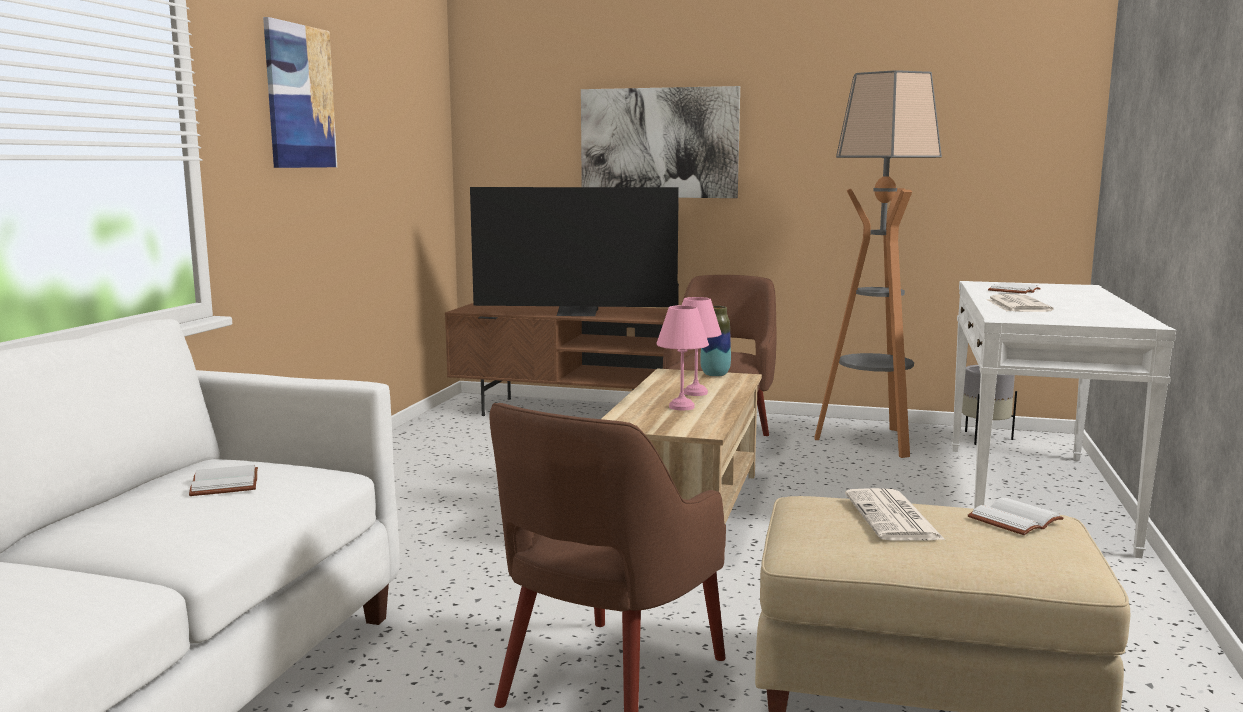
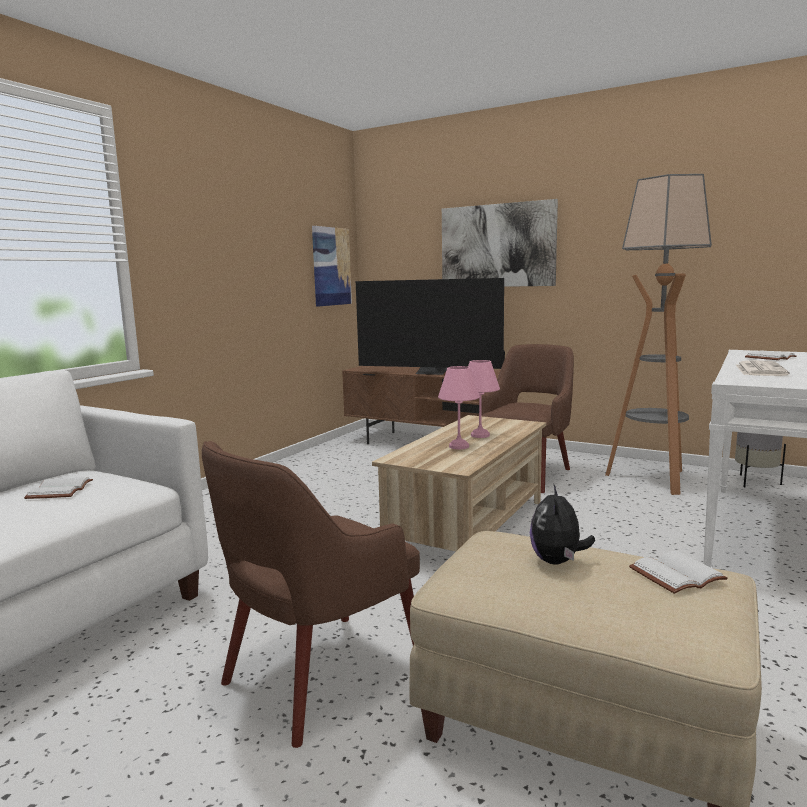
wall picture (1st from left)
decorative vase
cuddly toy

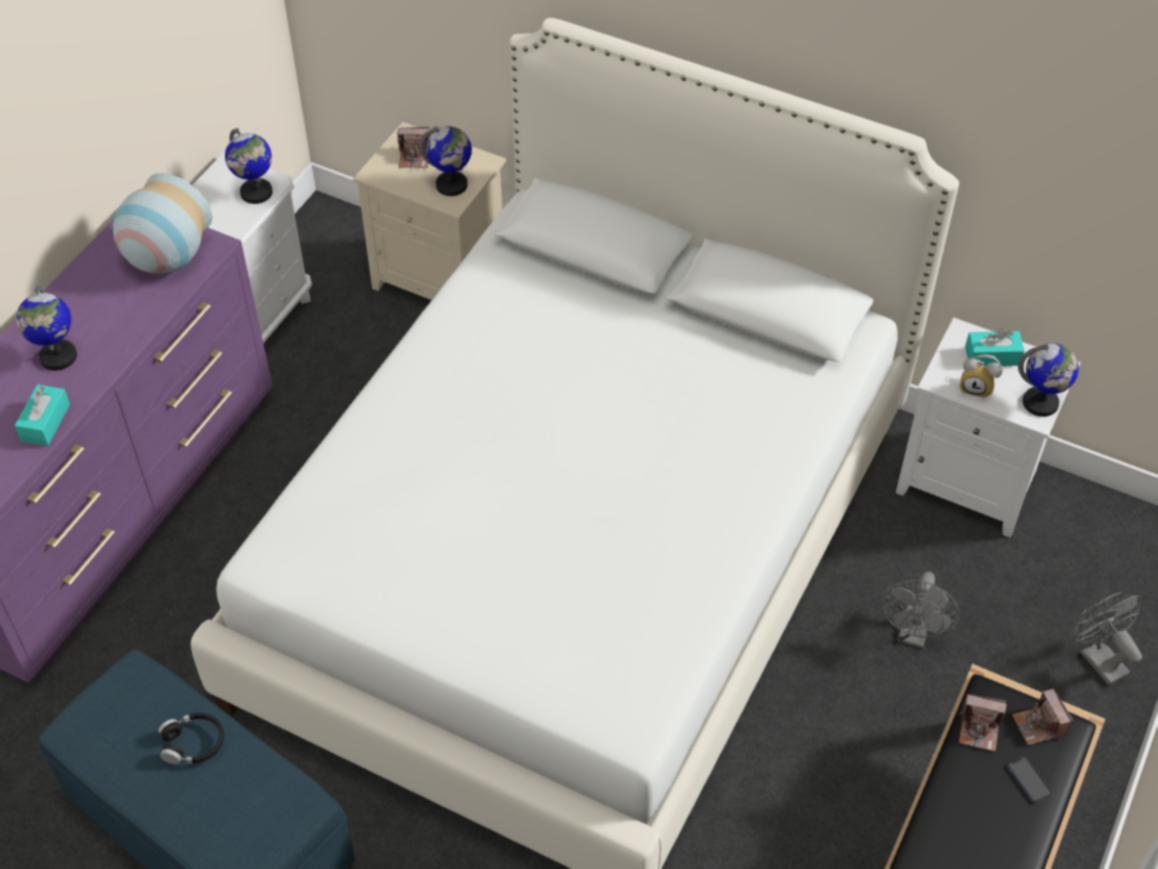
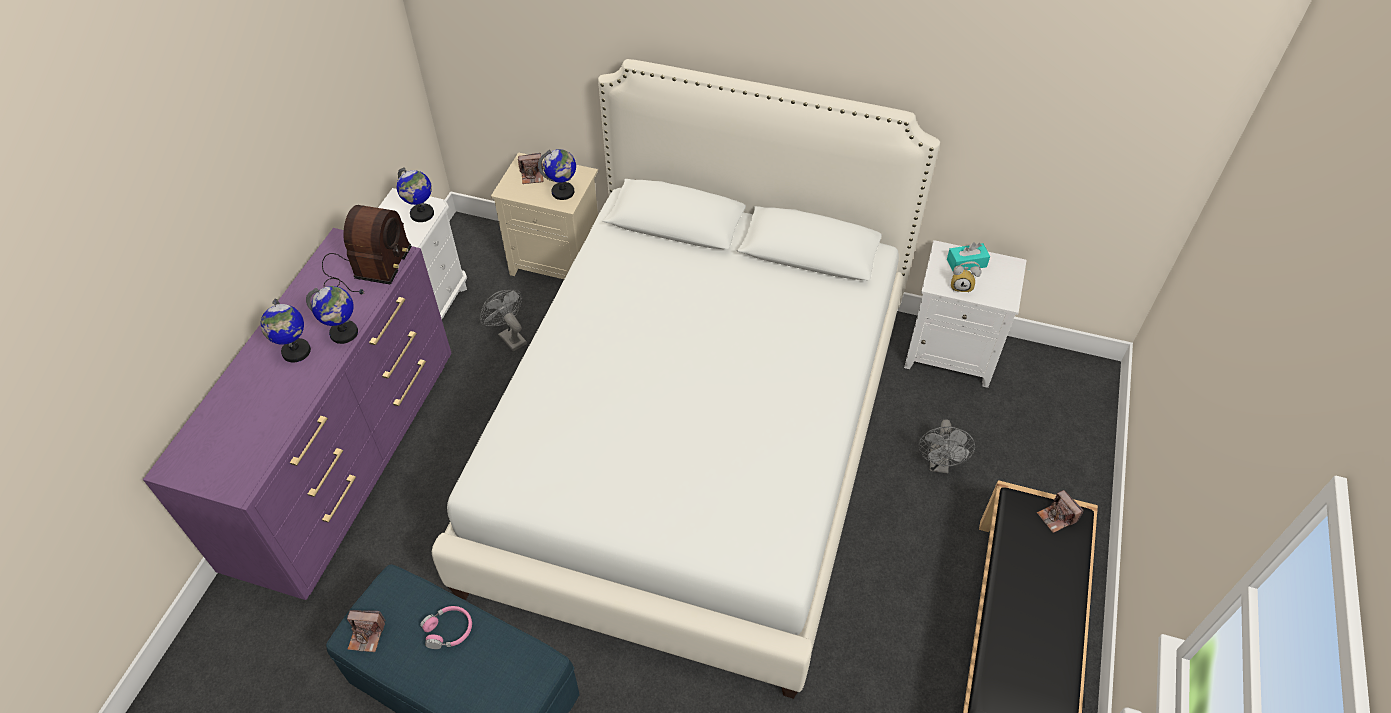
blue-green tissue box (1st from left in the first image)
radio receiver
pinkish pair of headphones
still camera (1st from left)
handset
desk globe (2nd from left)
gray fan (1st from left)

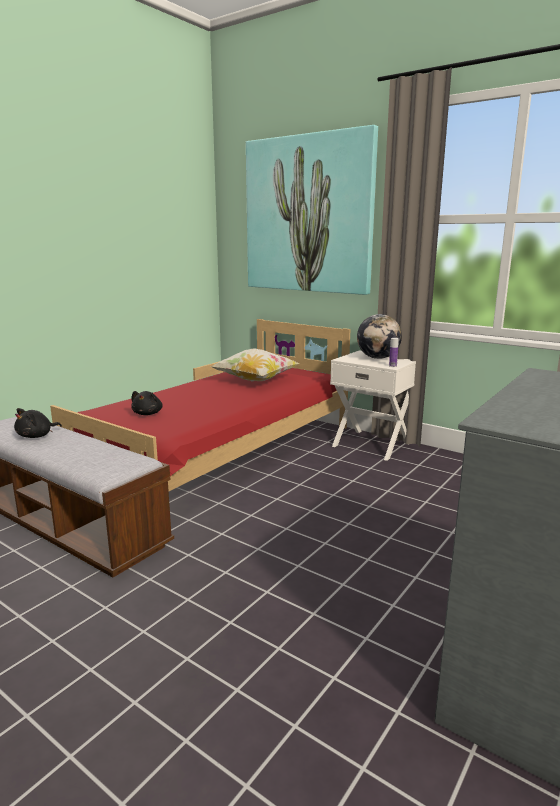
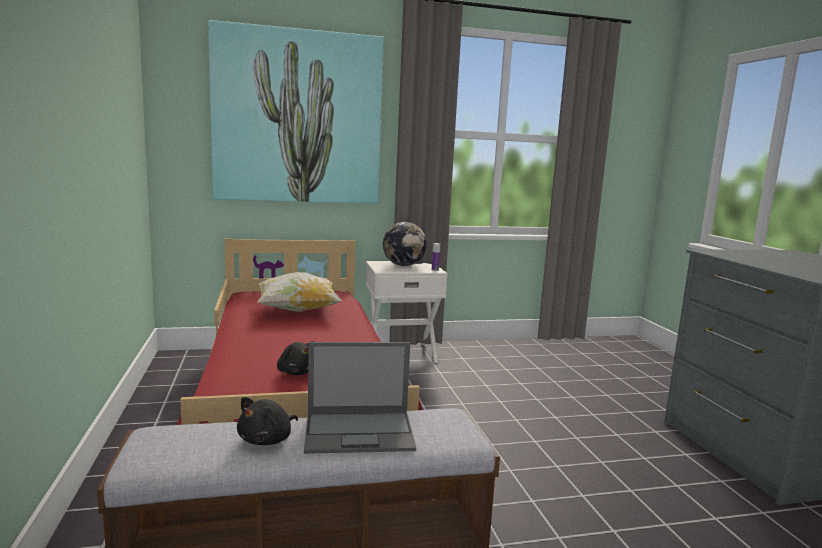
black-coloured cuddly toy (1st from left)
laptop

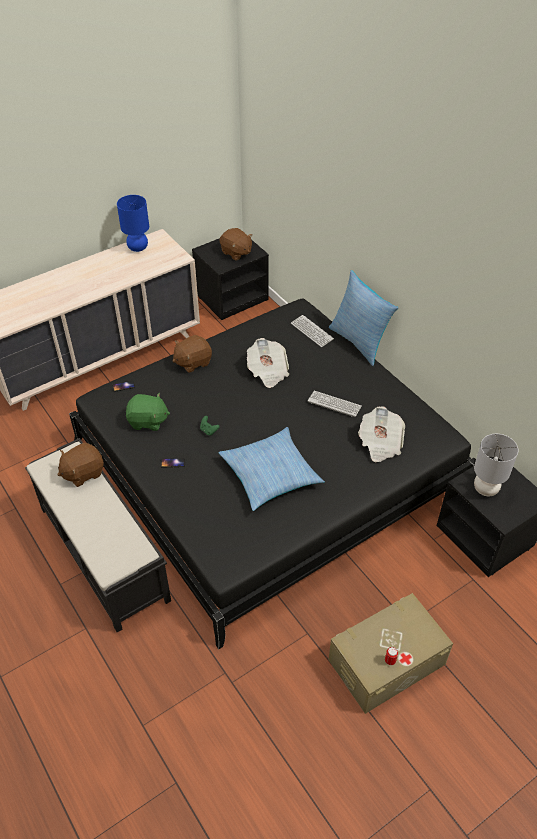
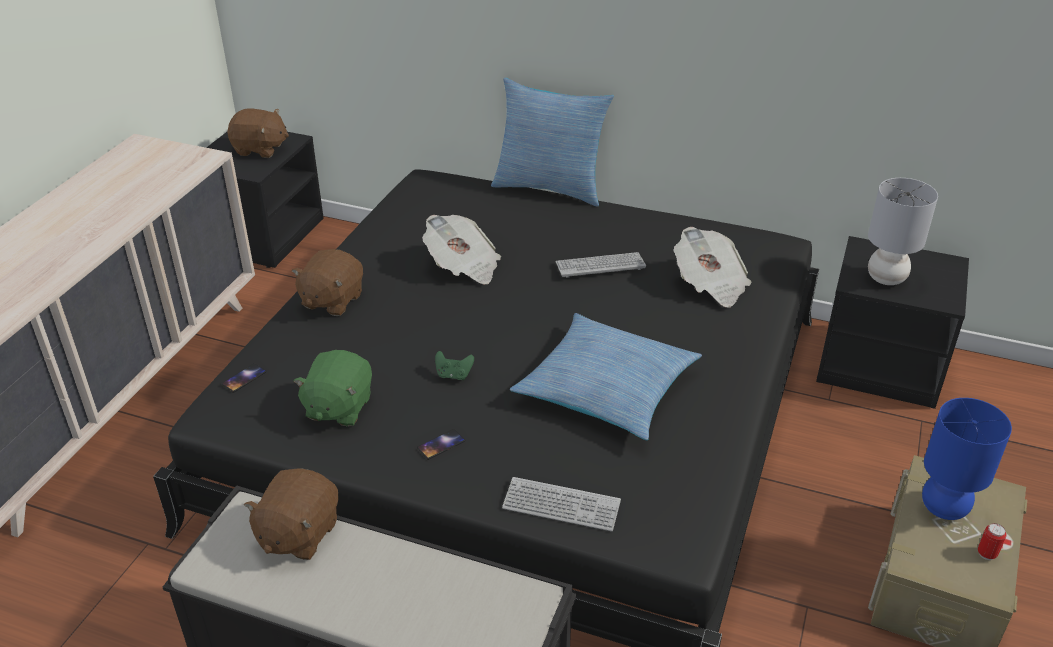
blue-coloured tabletop lamp
green cuddly toy
keyboard (1st from left)

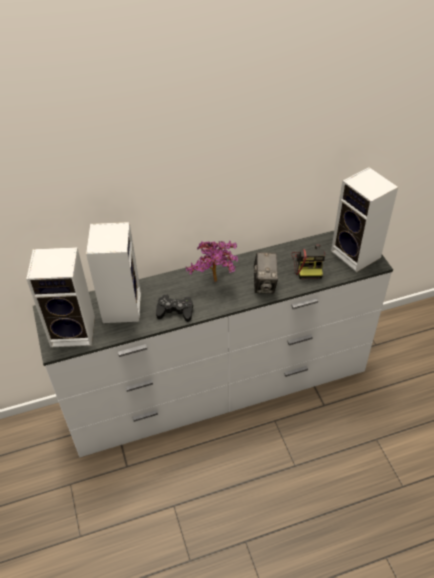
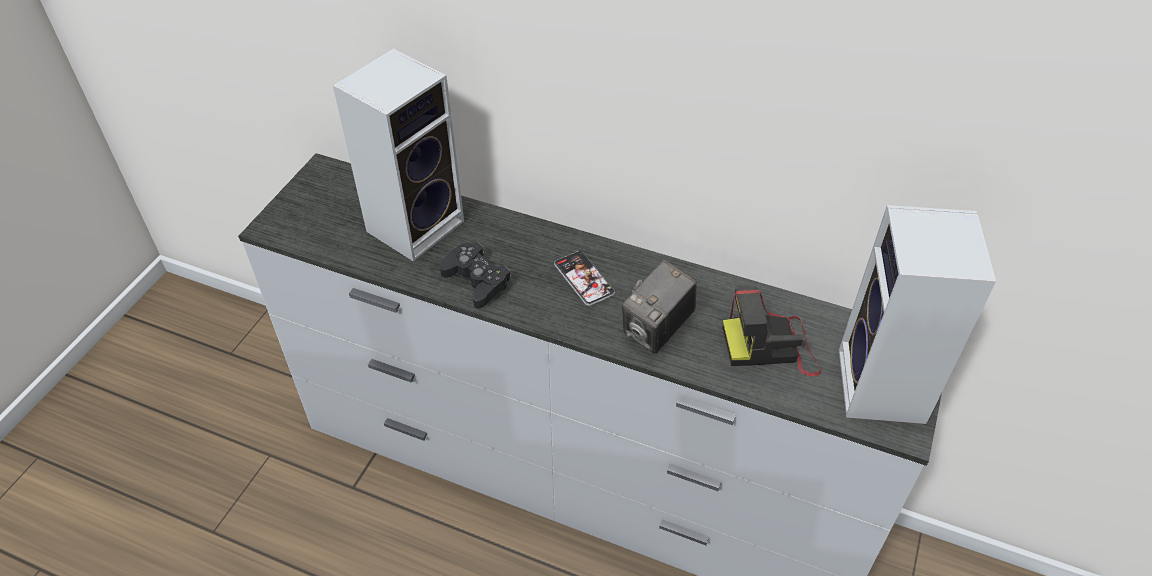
speaker (1st from left in the first image)
handset
still camera (2nd from left)

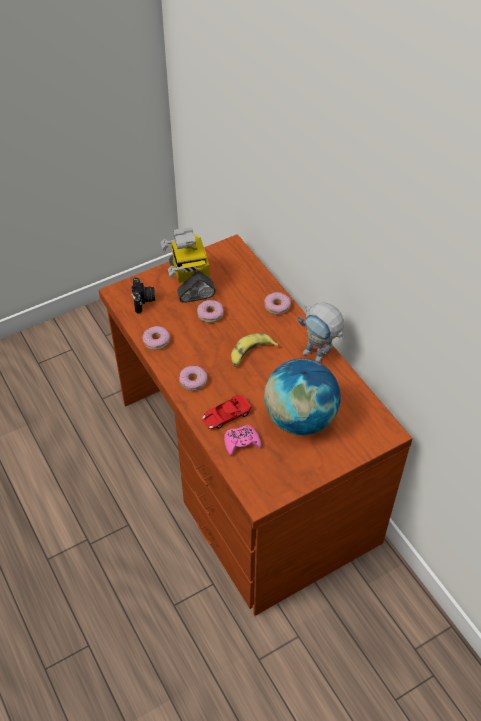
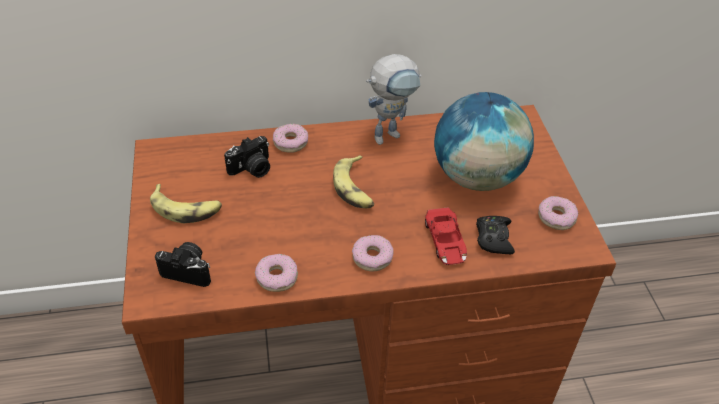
banana (1st from left)
donut (4th from left)
black-coloured gamepad
still camera (2nd from left)

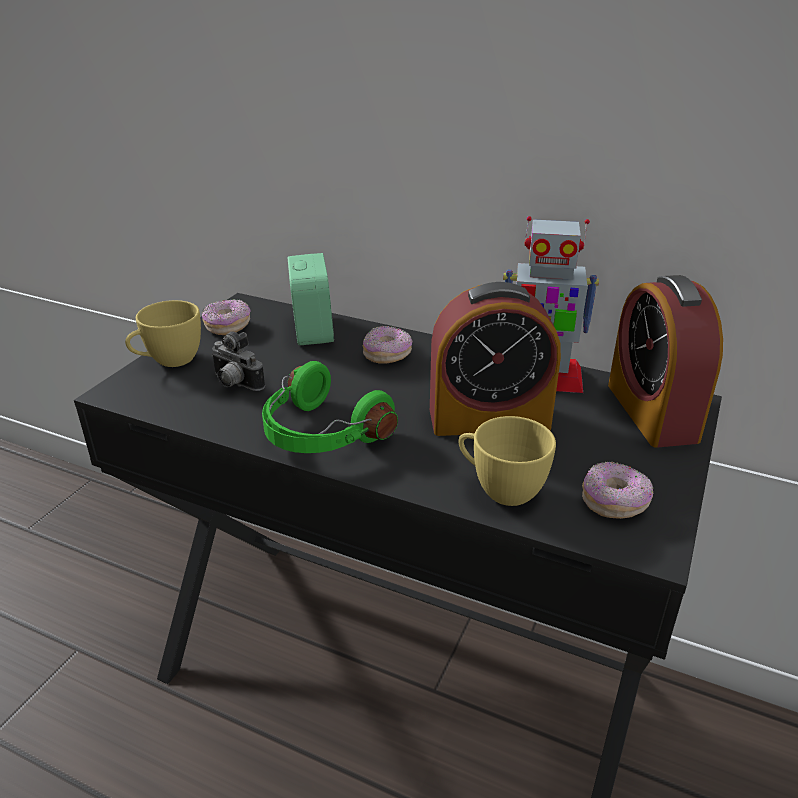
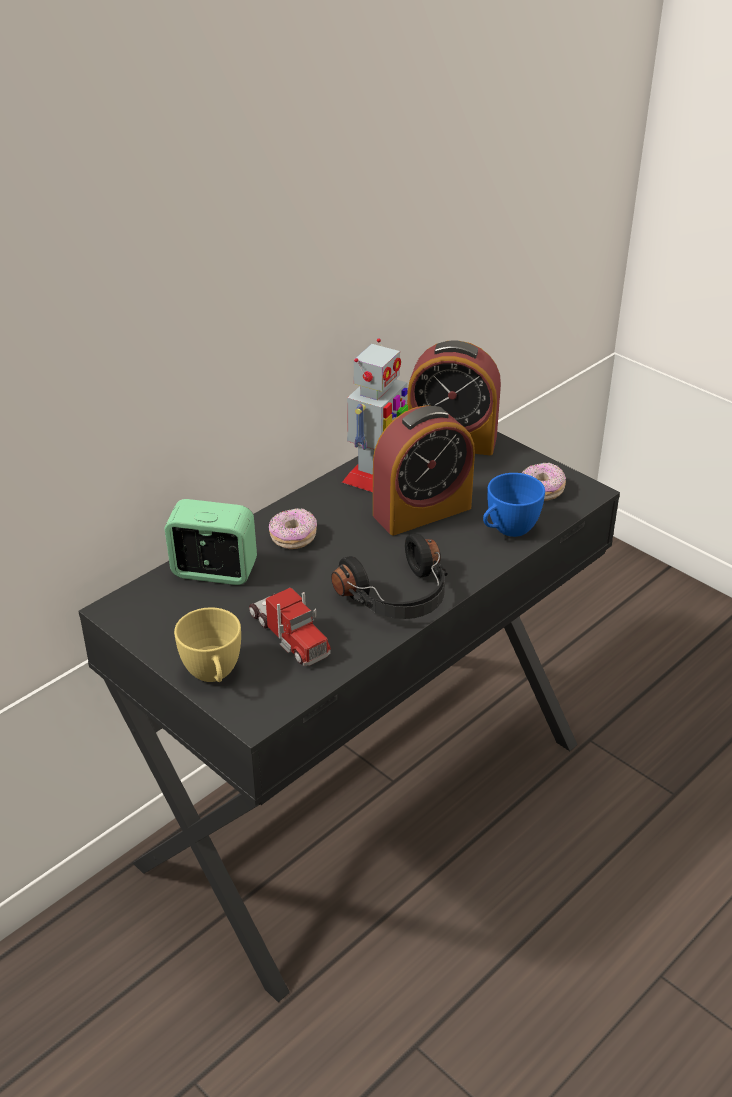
donut (1st from left in the first image)
model truck
black-coloured pair of headphones
alarm clock (2nd from left)
blue-coloured drinking cup

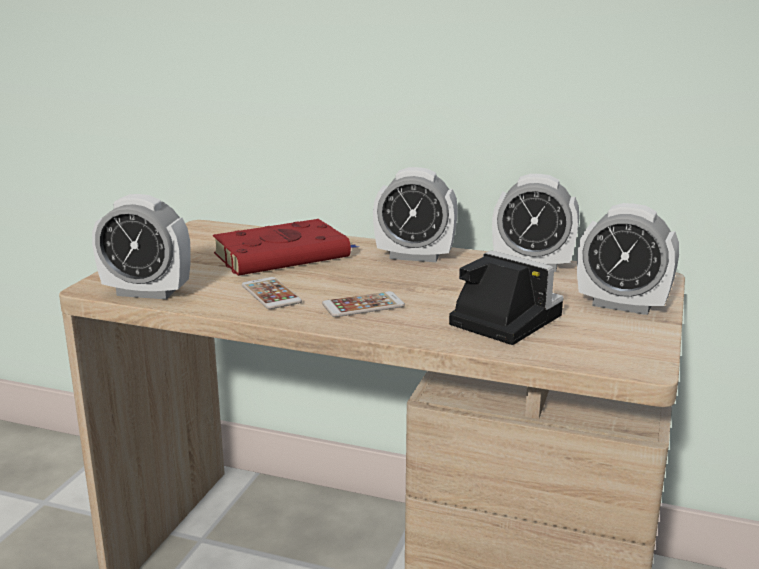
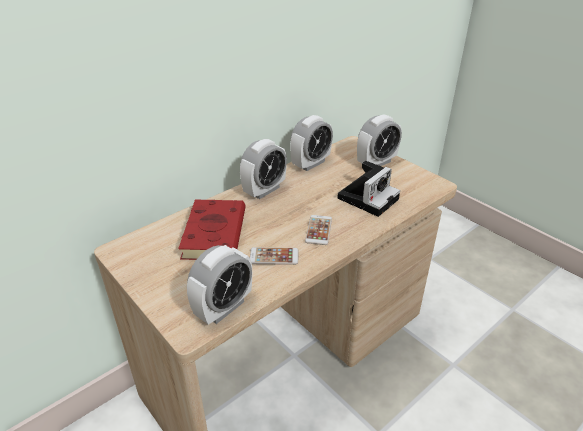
still camera

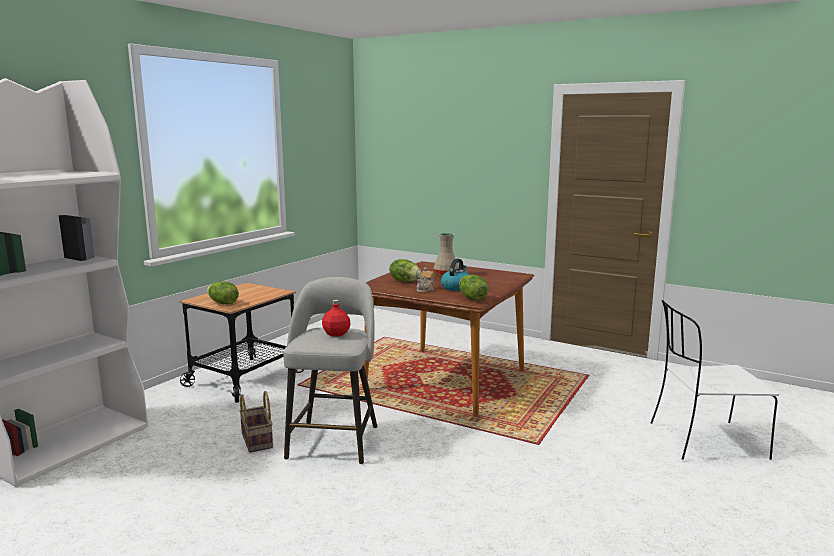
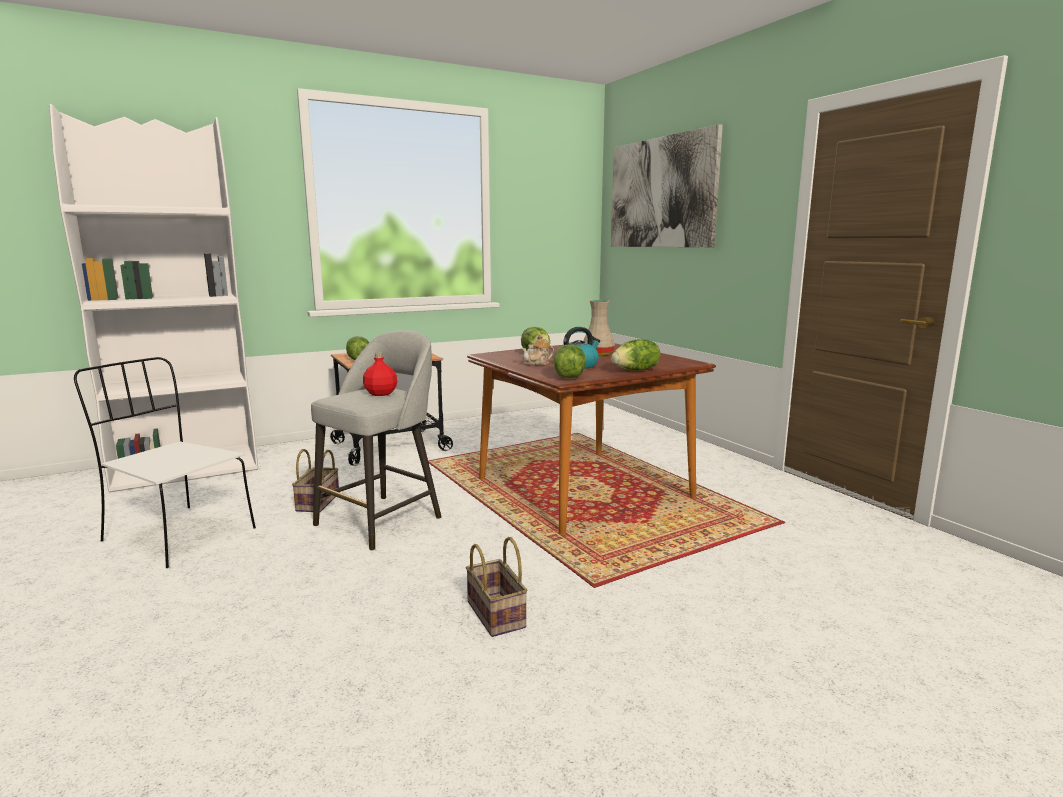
whitish chair
basket (2nd from left)
wall picture
lettuce head (4th from left)

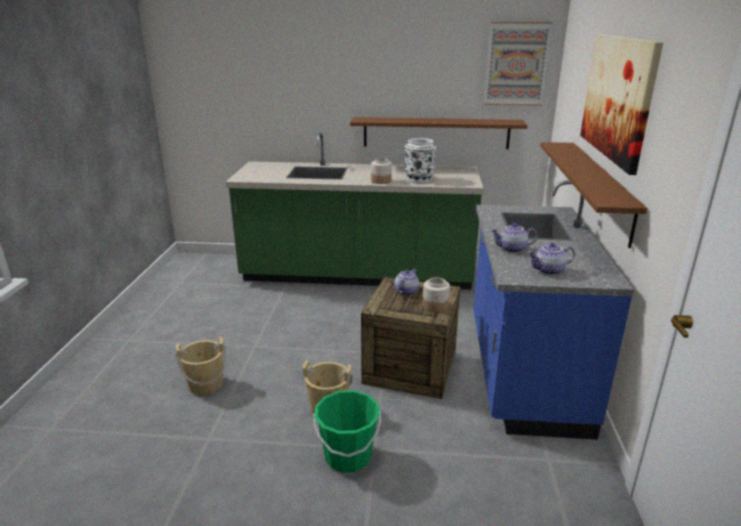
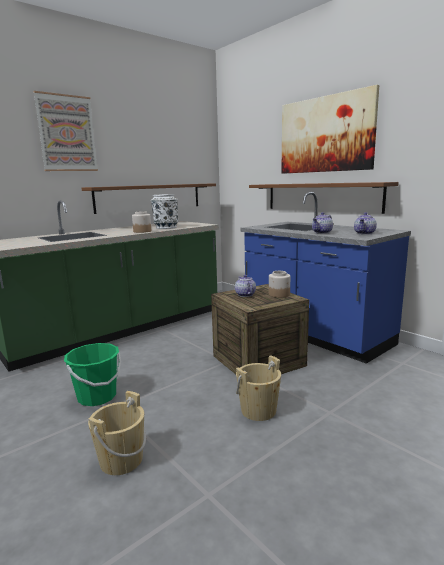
green water bucket
wall picture (1st from left)

